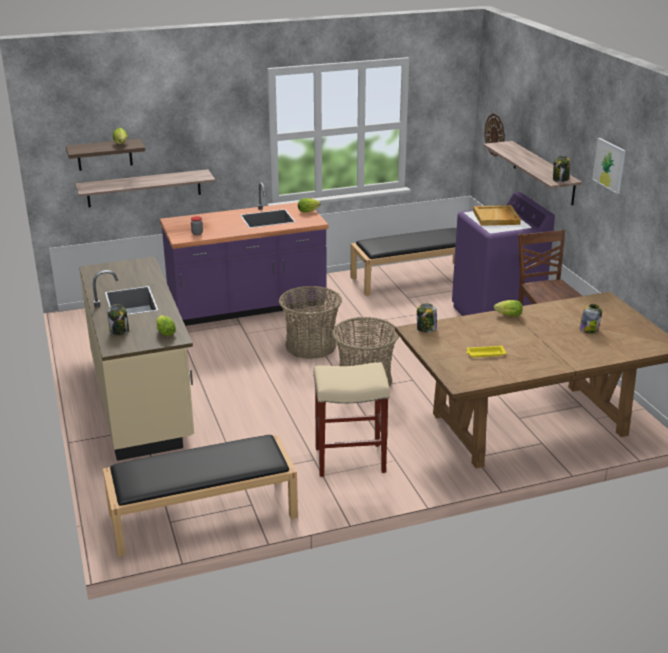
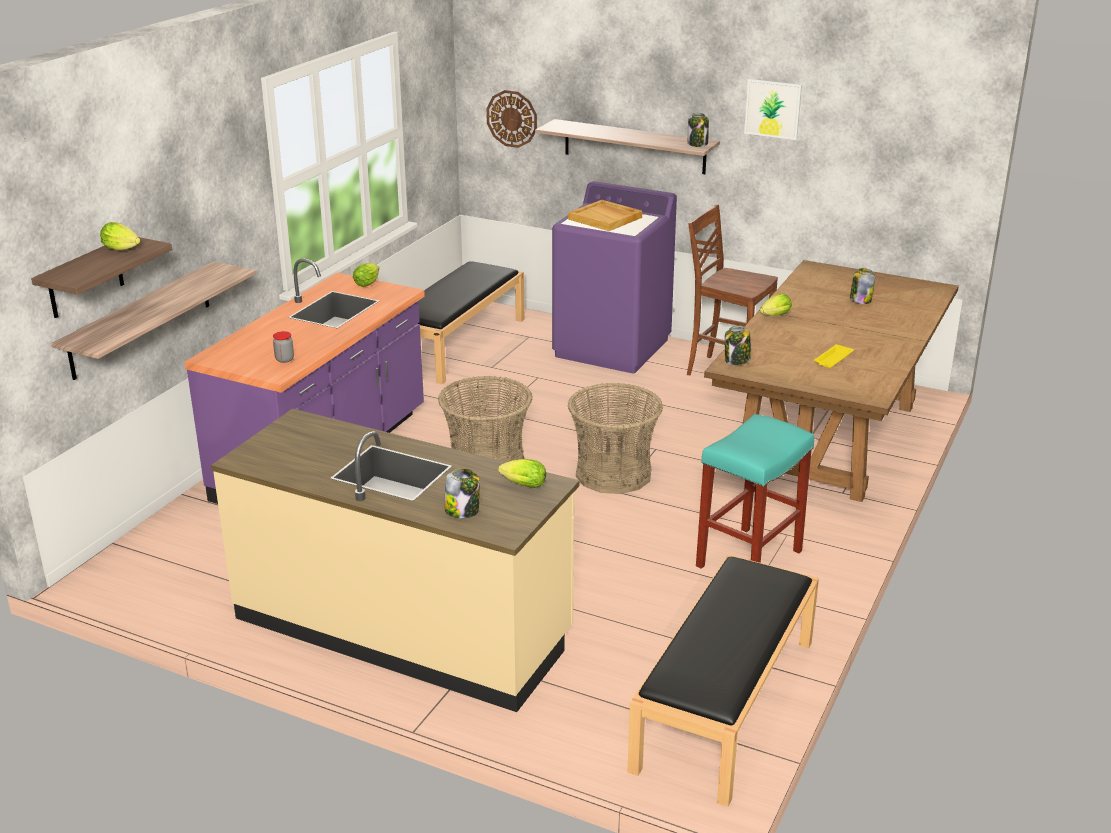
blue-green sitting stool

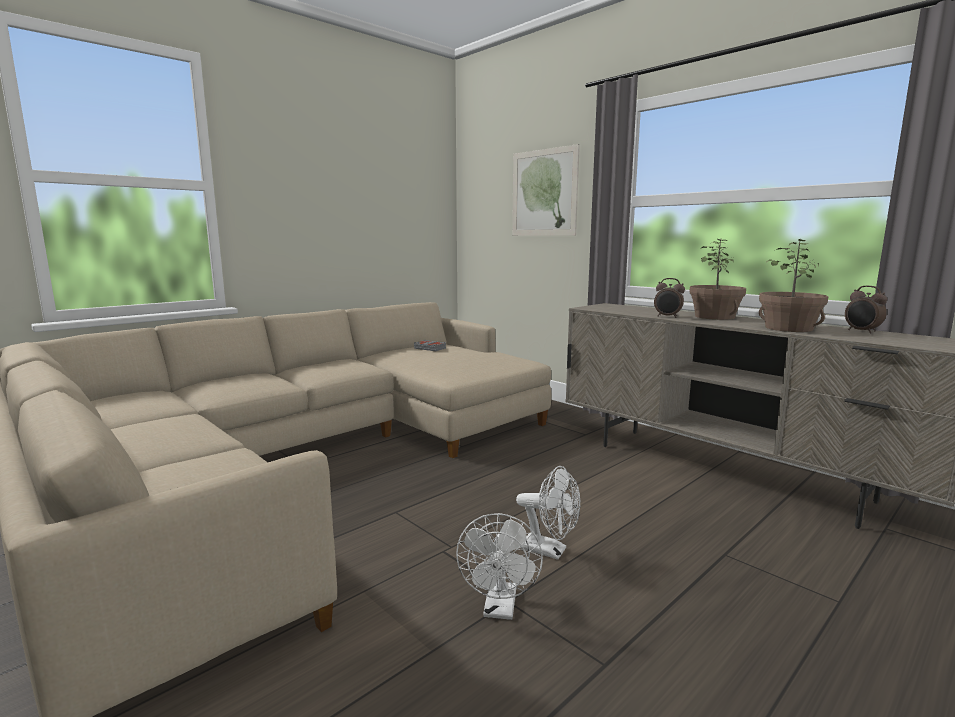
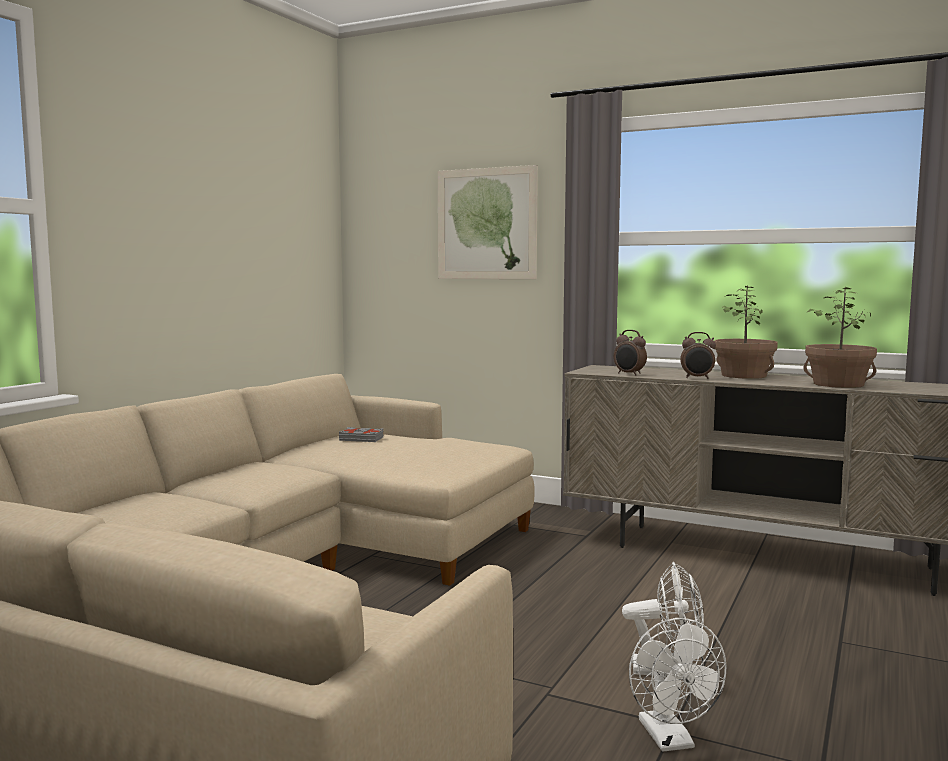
alarm clock (1st from left)

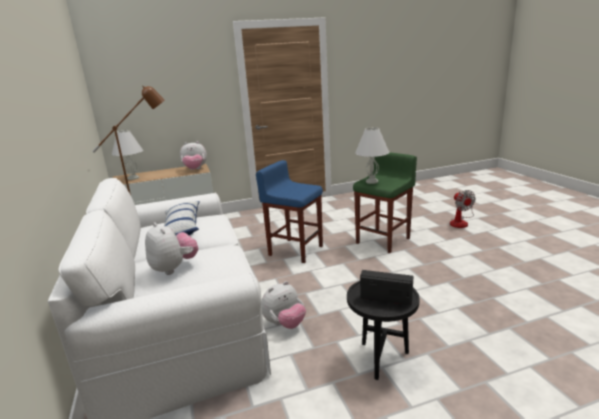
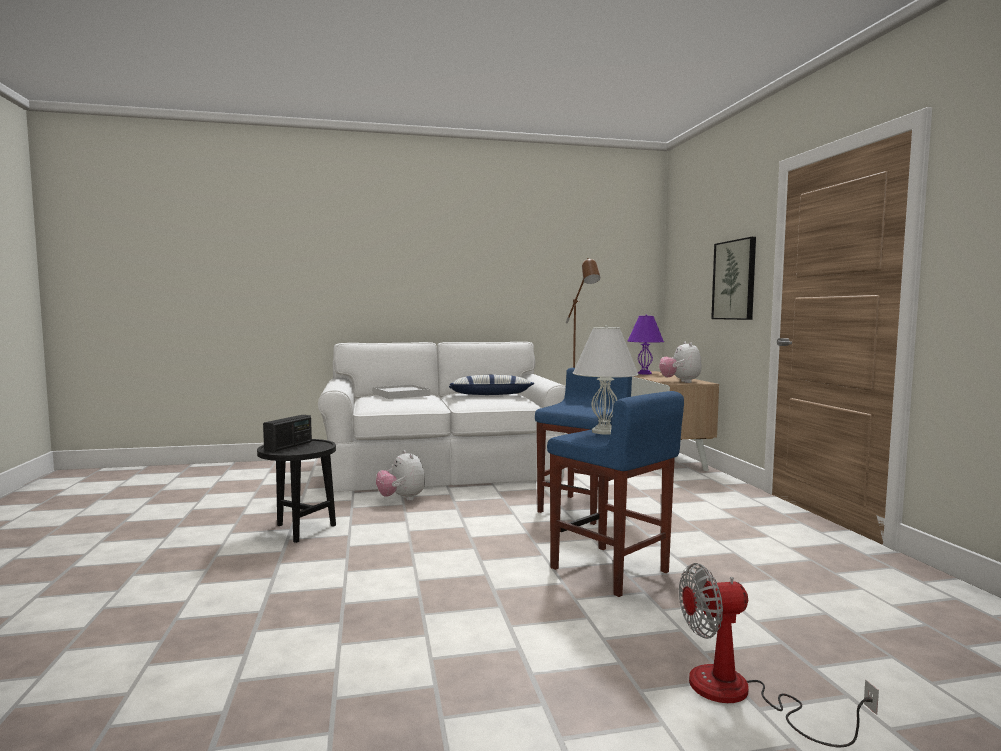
purple-coloured tabletop lamp
whitish tray
blue-coloured sitting stool (2nd from left)
wall picture

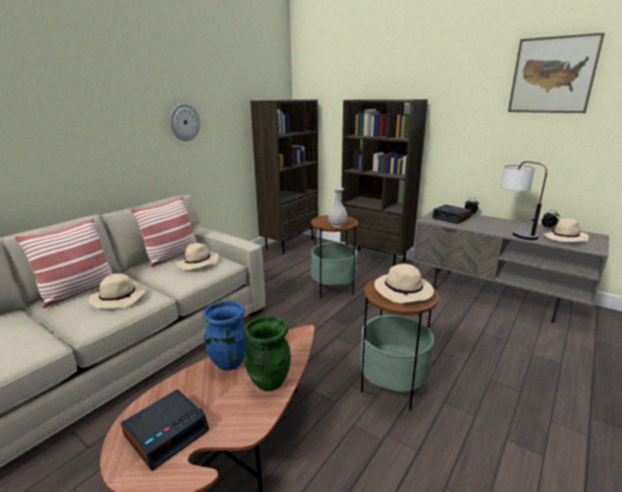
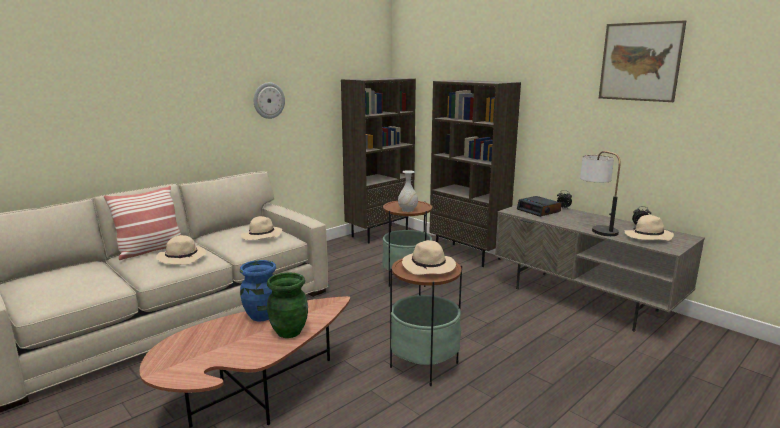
alarm clock (1st from left in the first image)
throw pillow (2nd from left in the first image)

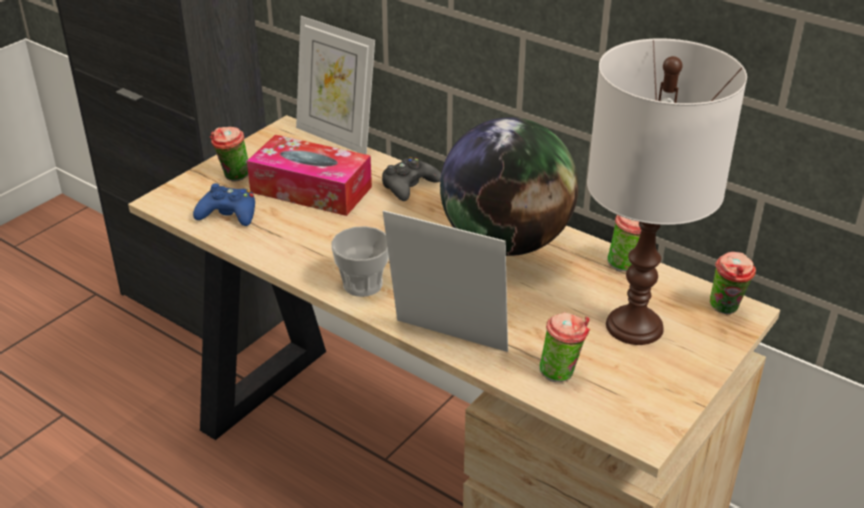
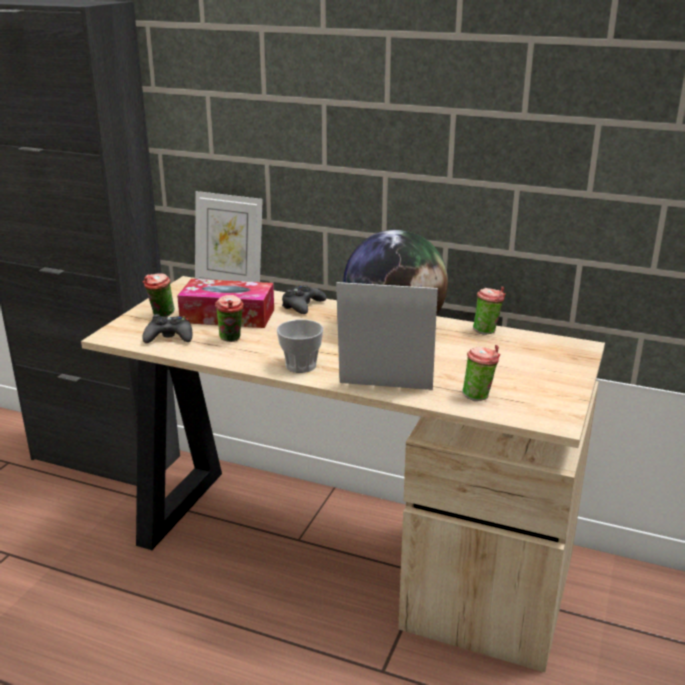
black-coloured gamepad (1st from left)
whitish tabletop lamp
drinking cup (2nd from left)

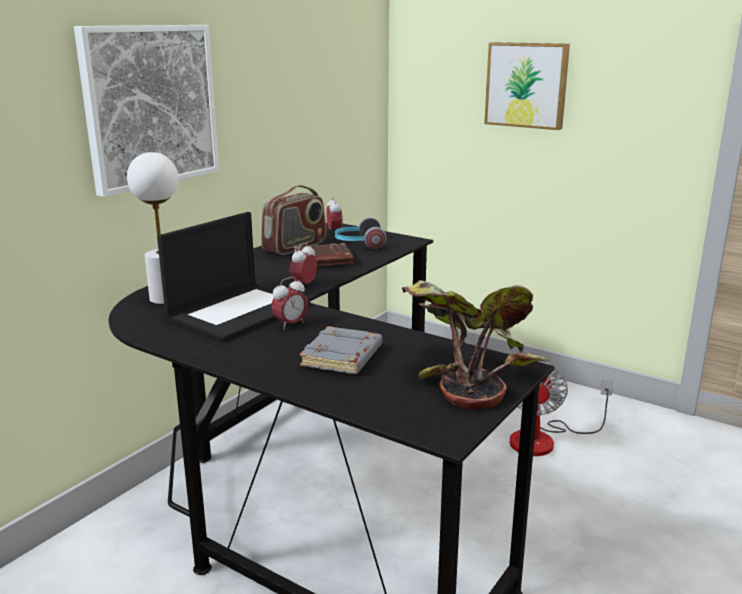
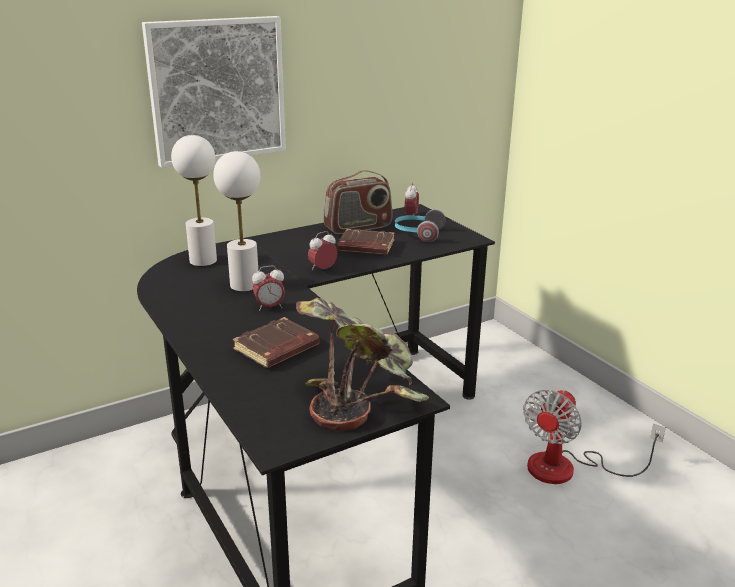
whitish tabletop lamp (2nd from left)
brown bound book (1st from left)
wall picture (2nd from left in the first image)

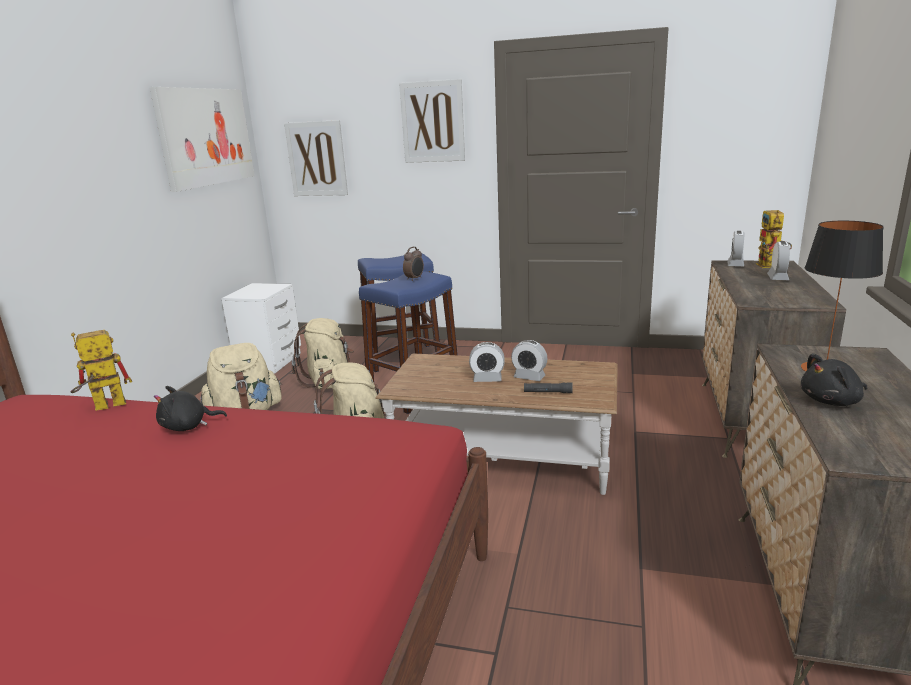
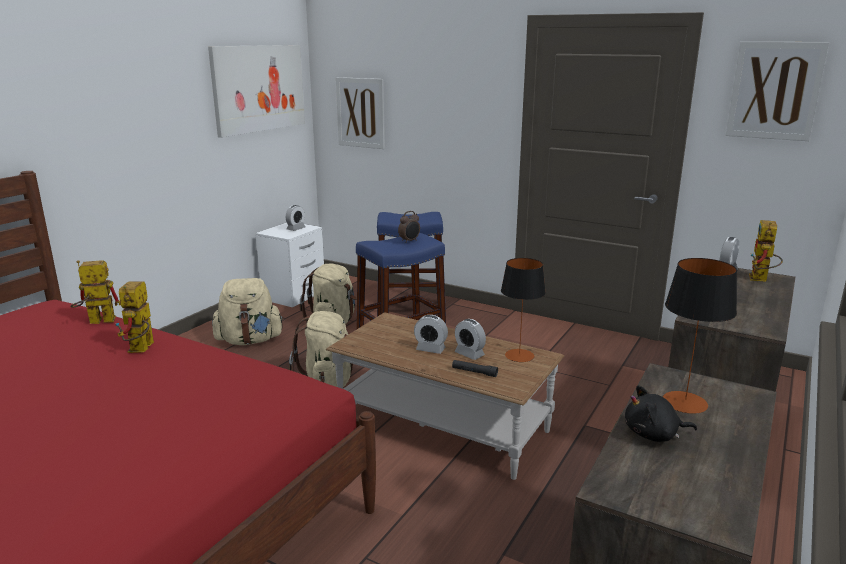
robot figure (2nd from left)
wall picture (3rd from left)
alarm clock (1st from left)
tabletop lamp (1st from left)

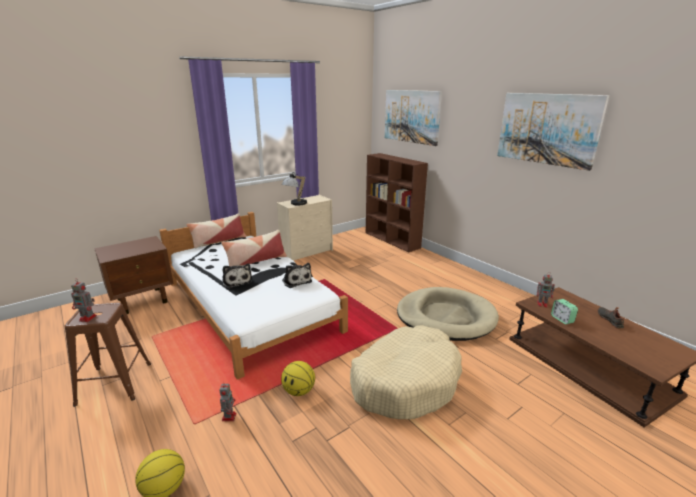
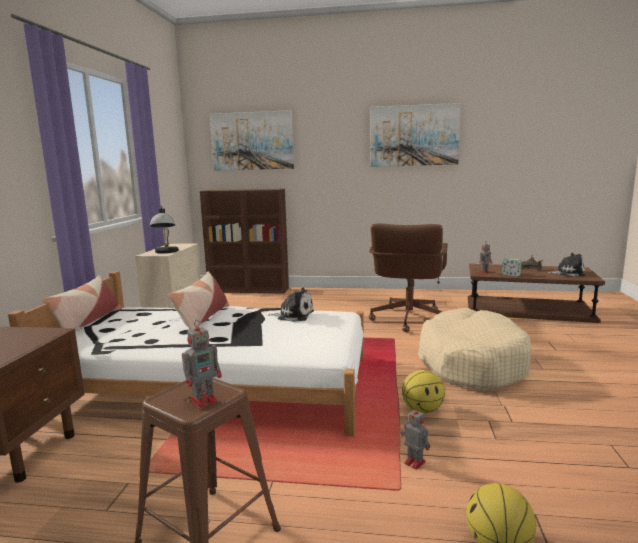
cuddly toy (2nd from left)
brown desk chair

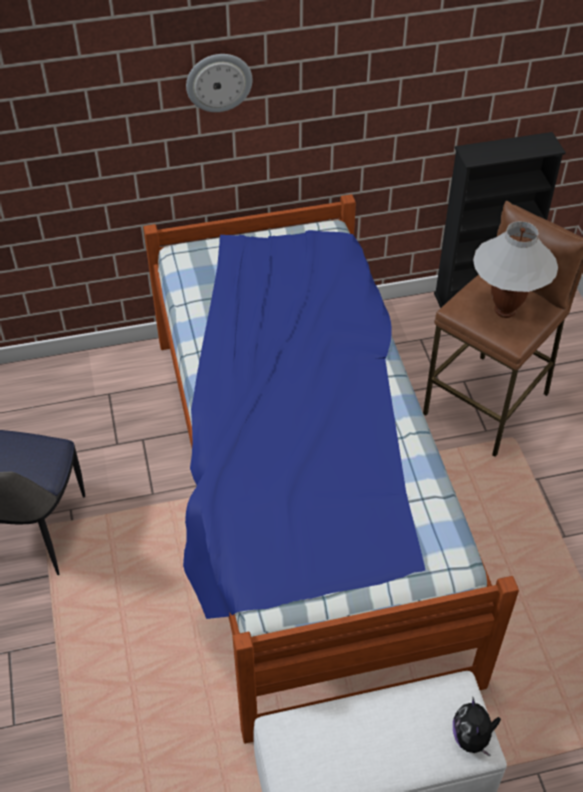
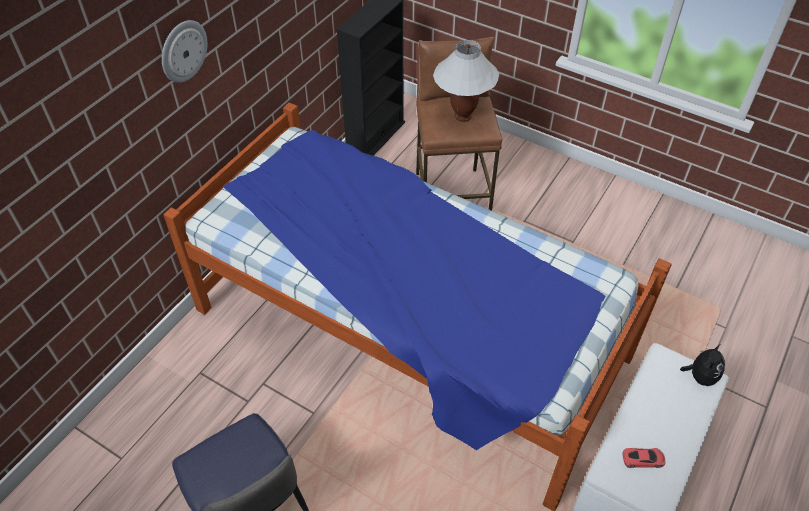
cuddly toy
red-coloured model car

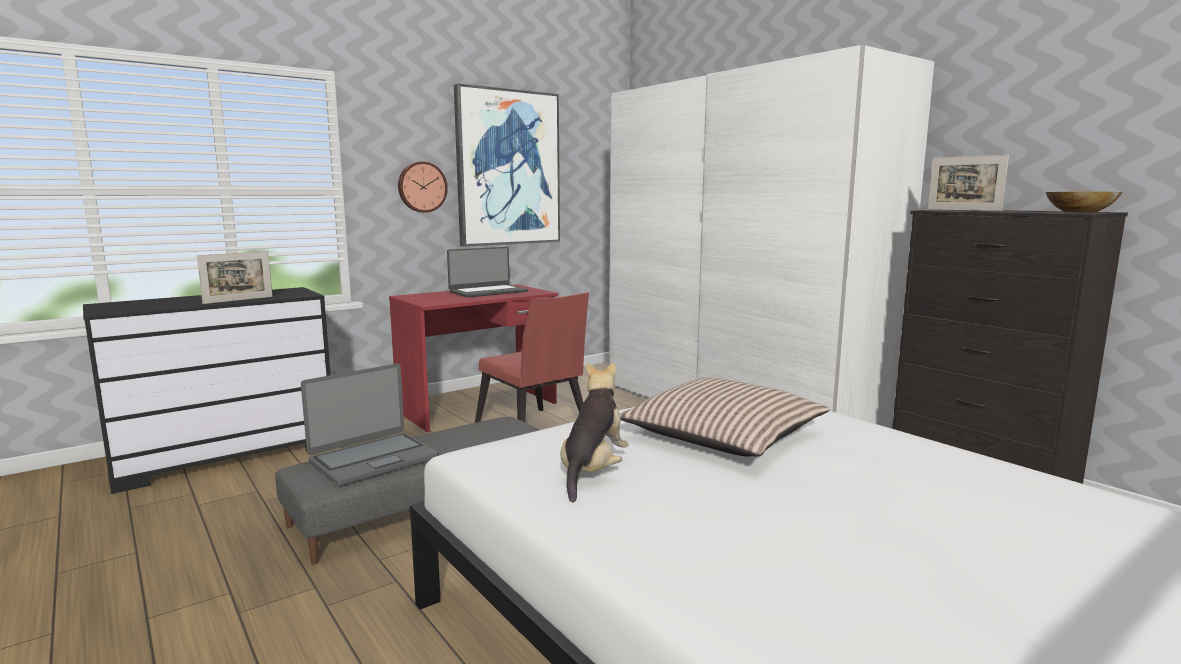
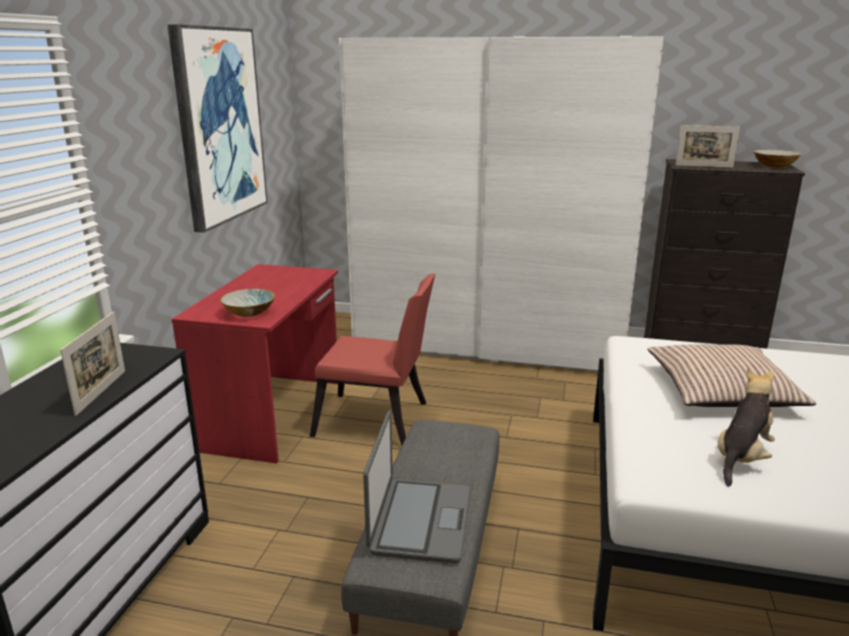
hanging clock
laptop (2nd from left in the first image)
cuddly toy
deep dish (1st from left)

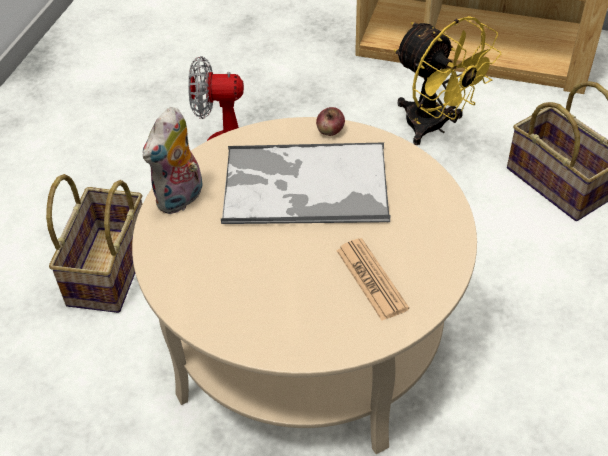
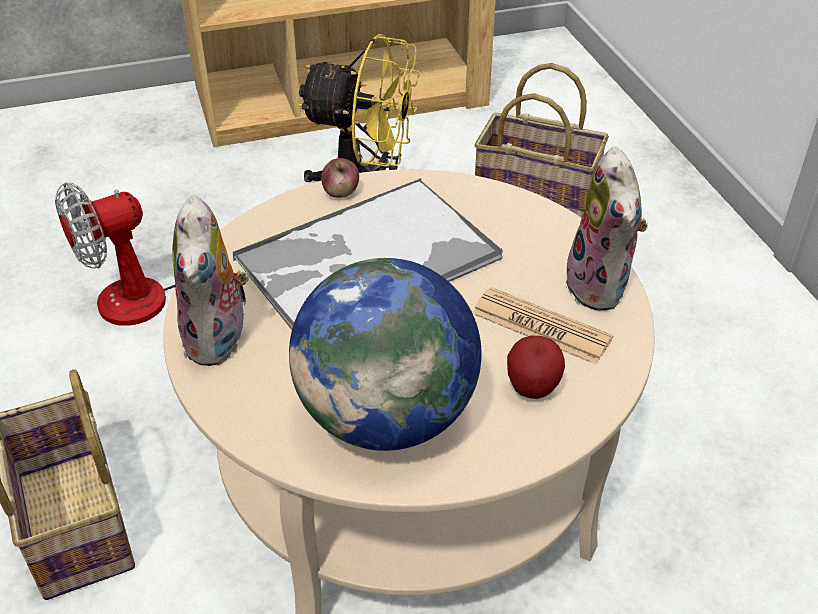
desk globe
apple (2nd from left)
cuddly toy (2nd from left)

